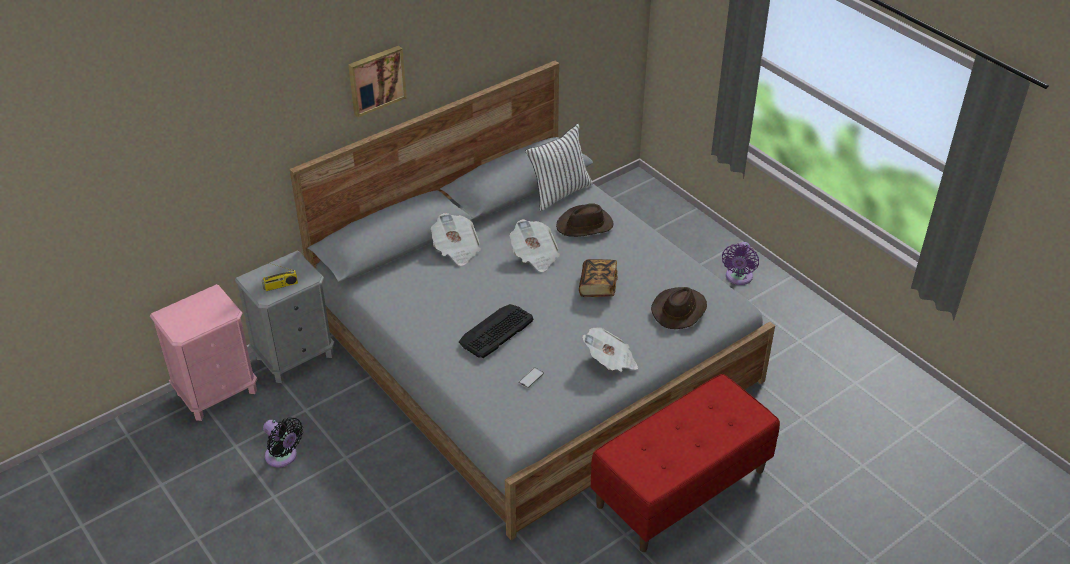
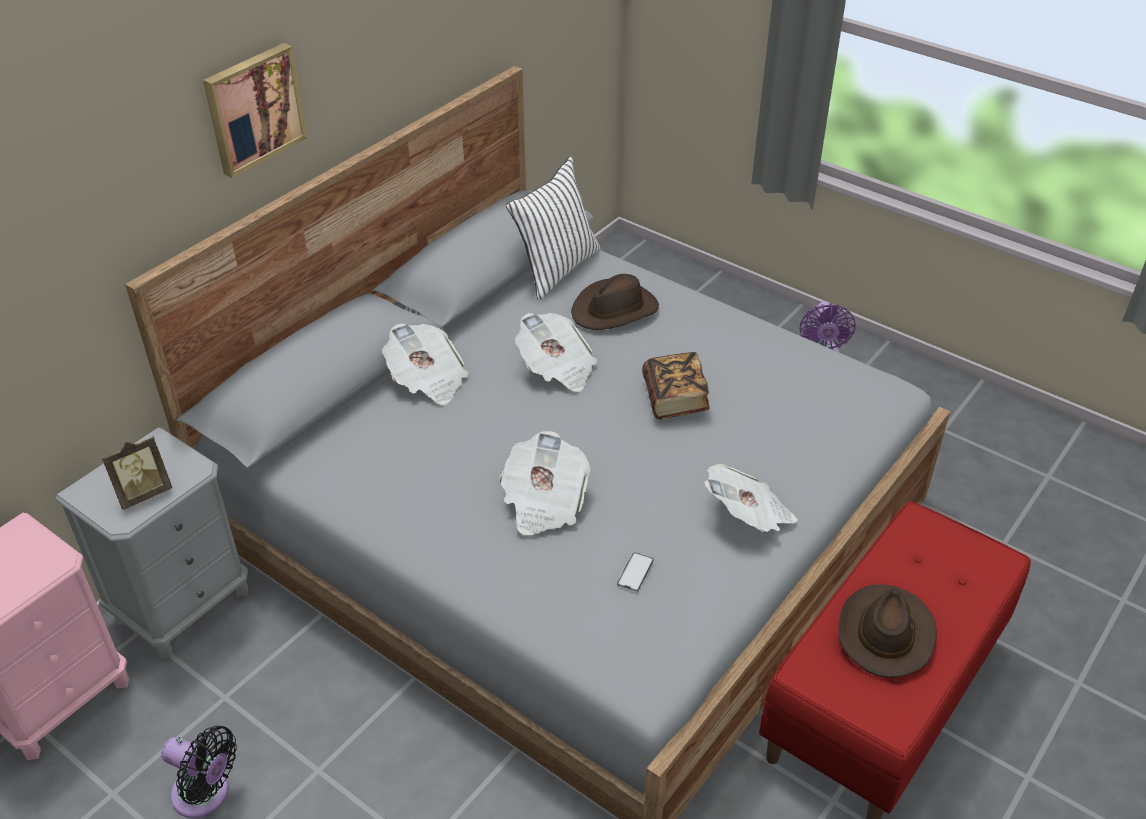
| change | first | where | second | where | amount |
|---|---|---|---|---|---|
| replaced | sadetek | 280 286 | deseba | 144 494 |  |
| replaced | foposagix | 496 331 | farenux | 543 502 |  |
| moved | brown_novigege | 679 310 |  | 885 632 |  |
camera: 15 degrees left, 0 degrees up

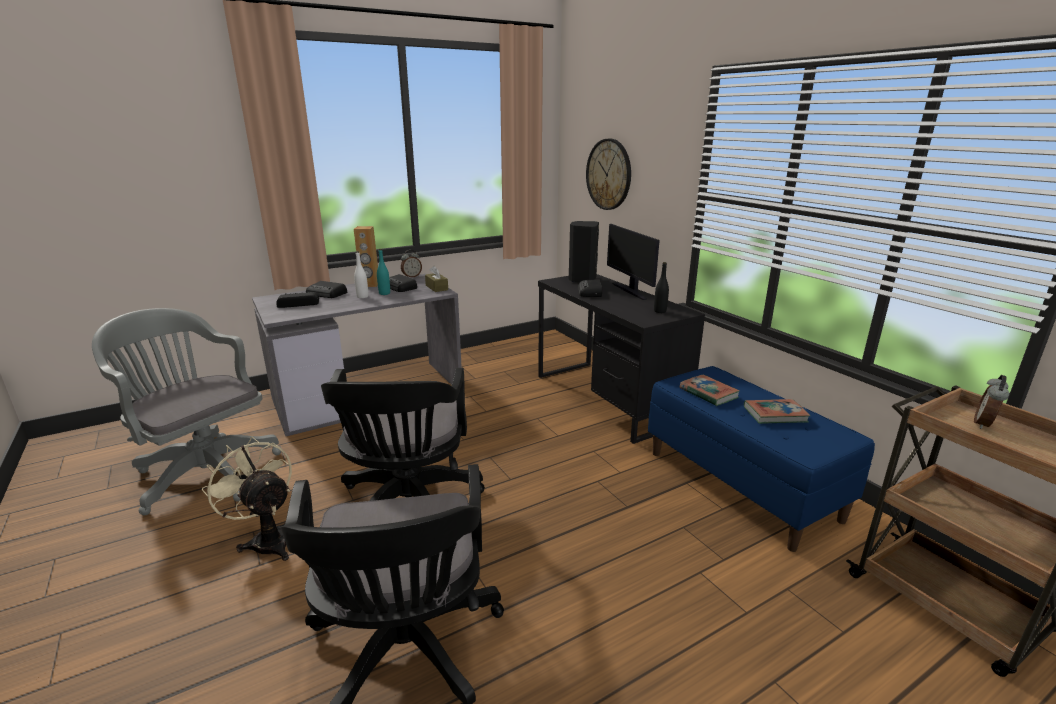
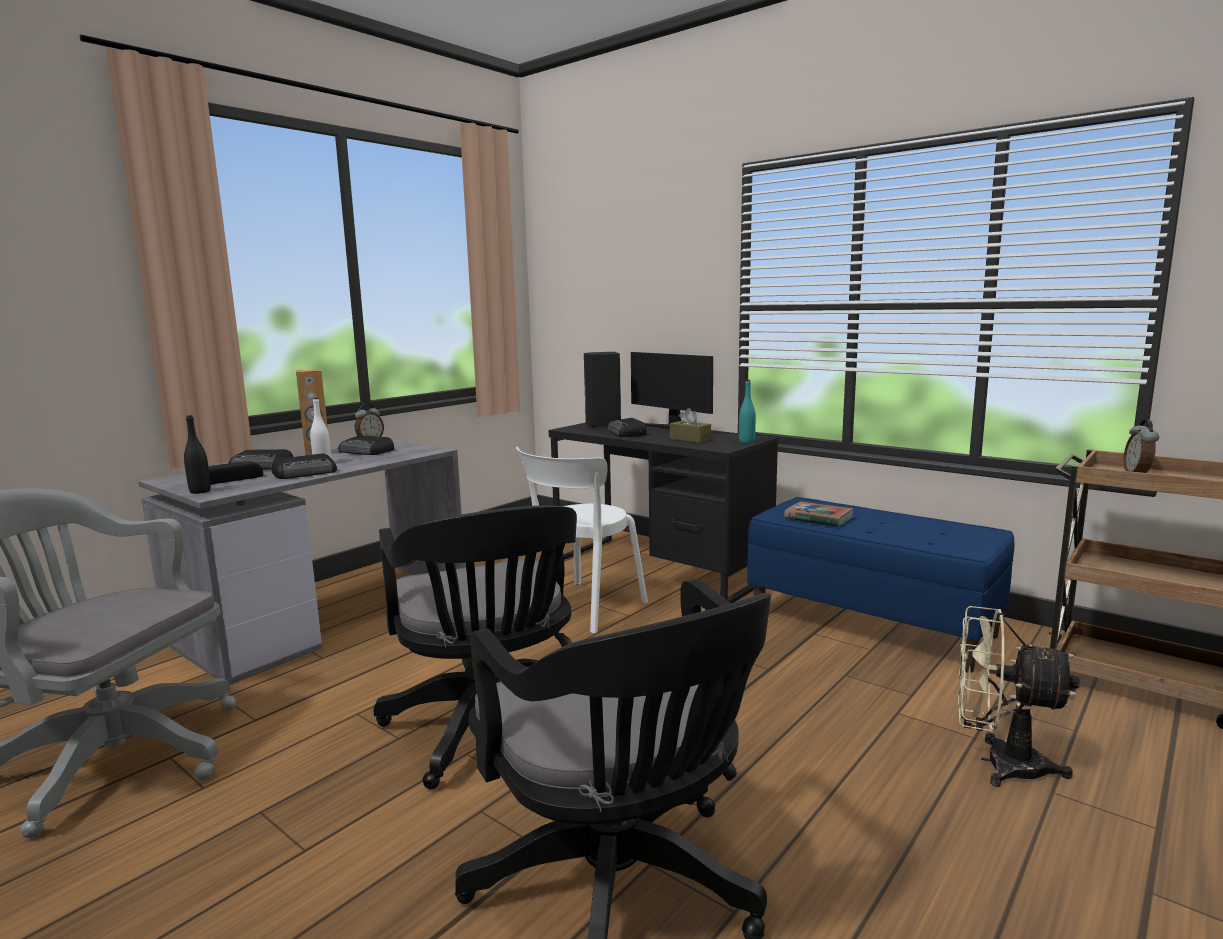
| change | first | where | second | where | amount |
|---|---|---|---|---|---|
| moved | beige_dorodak | 267 539 |  | 998 763 |  |
| moved | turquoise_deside | 384 293 |  | 746 442 |  |
| moved | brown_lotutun | 436 287 |  | 690 439 |  |
| removed | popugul | 609 174 |  |  |  |
| moved | black_deside | 660 311 |  | 200 491 |  |
| removed | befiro | 775 414 |  |  |  |
| added |  |  | sadetek | 306 473 |  |
| added |  |  | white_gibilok | 580 608 |  |
camera: 20 degrees left, 10 degrees down

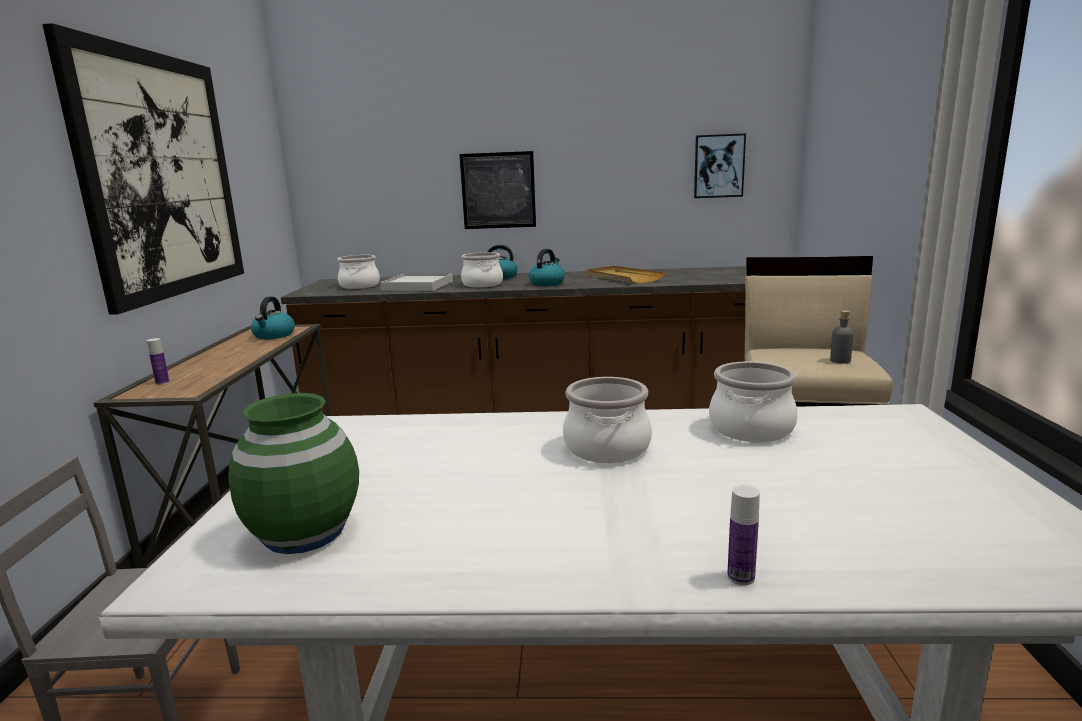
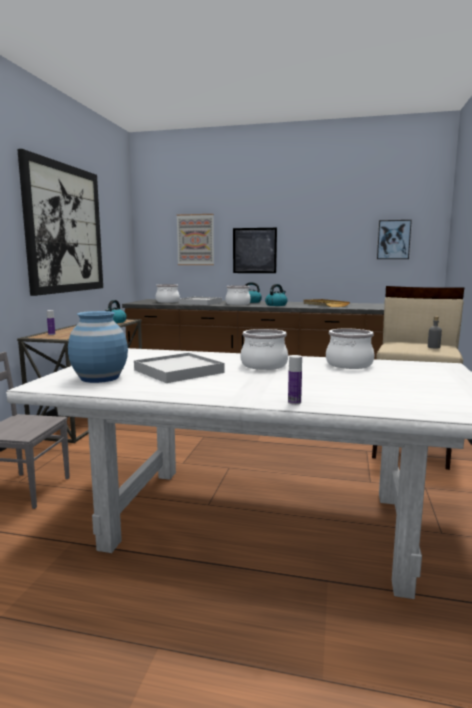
| change | first | where | second | where | amount |
|---|---|---|---|---|---|
| recoloured | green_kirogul | 304 533 | blue_kirogul | 99 378 |  |
| added |  |  | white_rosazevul | 178 371 |  |
| added |  |  | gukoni | 195 240 |  |
camera: 10 degrees right, 5 degrees down

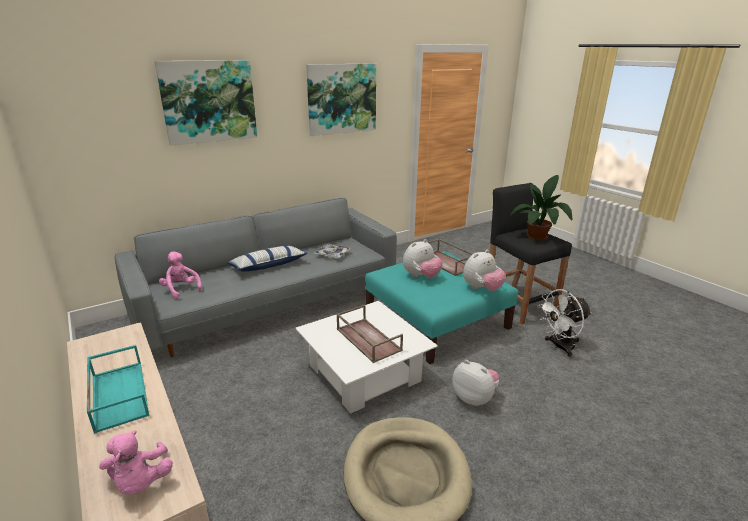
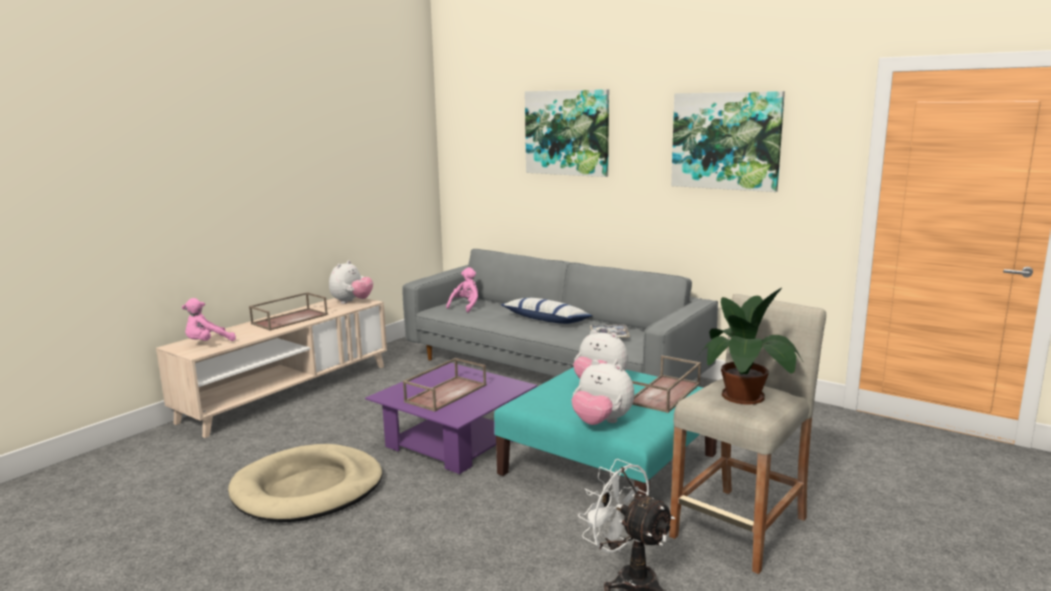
| change | first | where | second | where | amount |
|---|---|---|---|---|---|
| recoloured | turquoise_rosazevul | 118 395 | brown_rosazevul | 290 319 |  |
| recoloured | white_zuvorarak | 364 374 | purple_zuvorarak | 454 441 |  |
| moved | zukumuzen | 474 398 |  | 351 302 |  |
| recoloured | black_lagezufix | 517 303 | beige_lagezufix | 740 528 |  |
camera: 70 degrees right, 10 degrees down

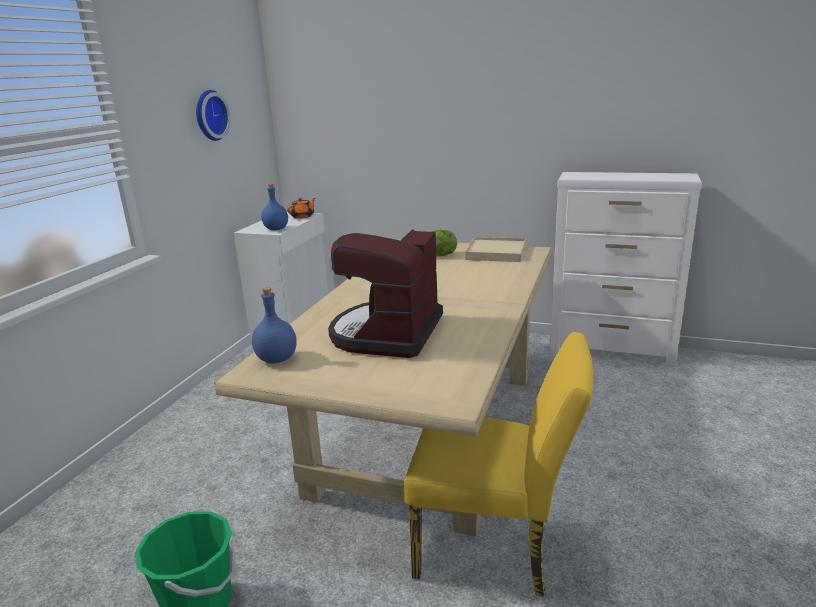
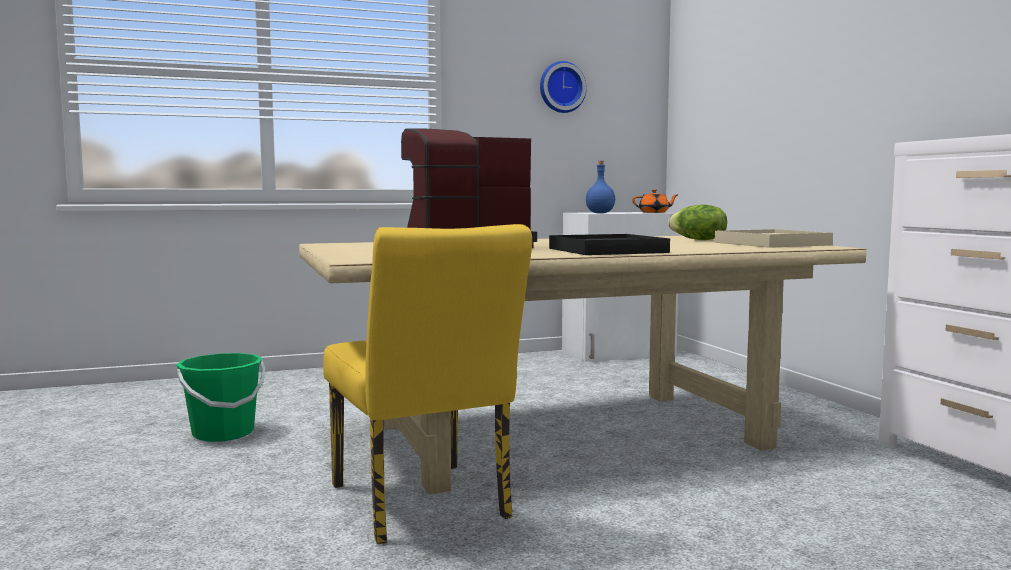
| change | first | where | second | where | amount |
|---|---|---|---|---|---|
| removed | blue_deside | 277 359 |  |  |  |
| added |  |  | black_rosazevul | 606 250 |  |
camera: 50 degrees right, 15 degrees down

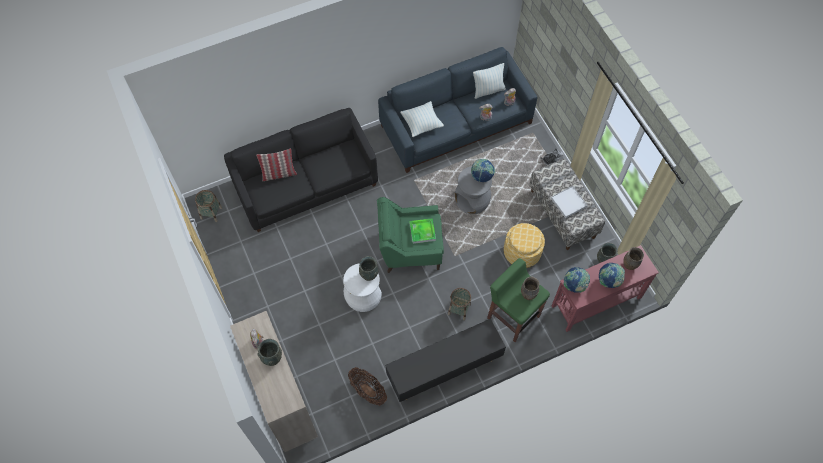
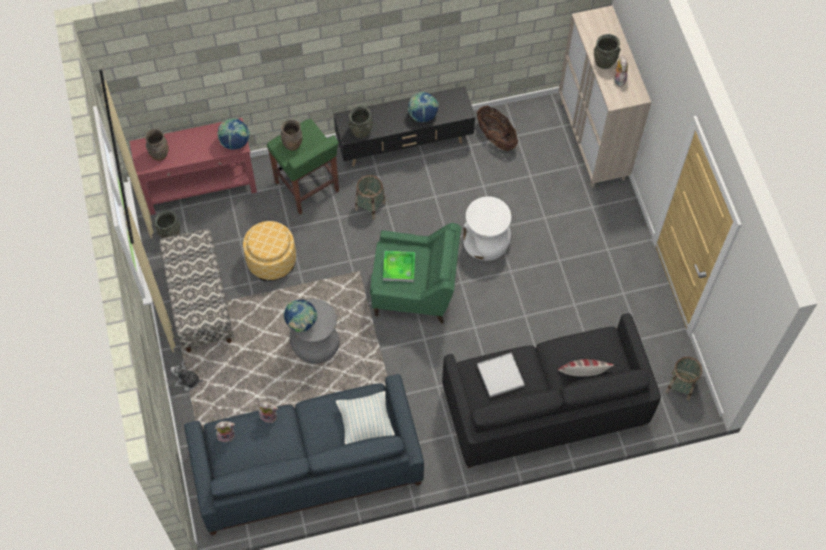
| change | first | where | second | where | amount |
|---|---|---|---|---|---|
| moved | grey_kirogul | 369 275 |  | 361 131 |  |
| removed | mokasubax | 488 90 |  |  |  |
| moved | white_rosazevul | 568 203 |  | 500 375 |  |
| moved | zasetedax | 608 281 |  | 422 116 |  |
camera: 170 degrees left, 0 degrees up

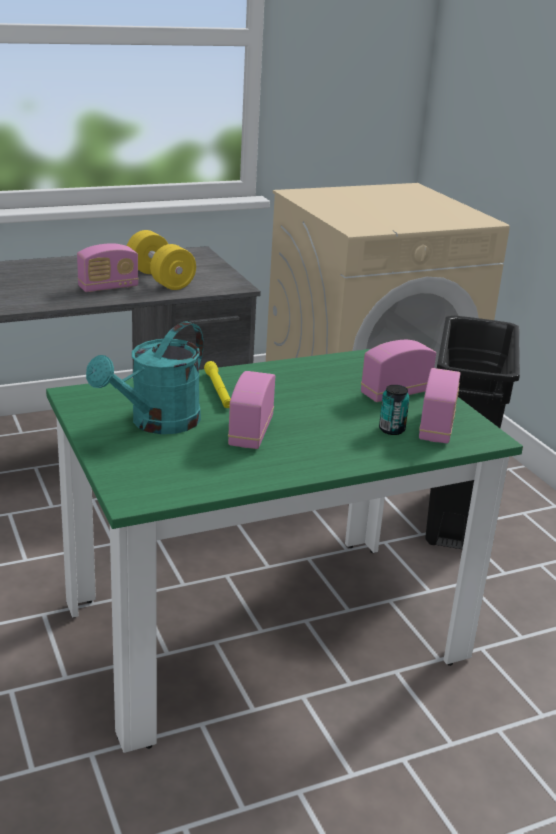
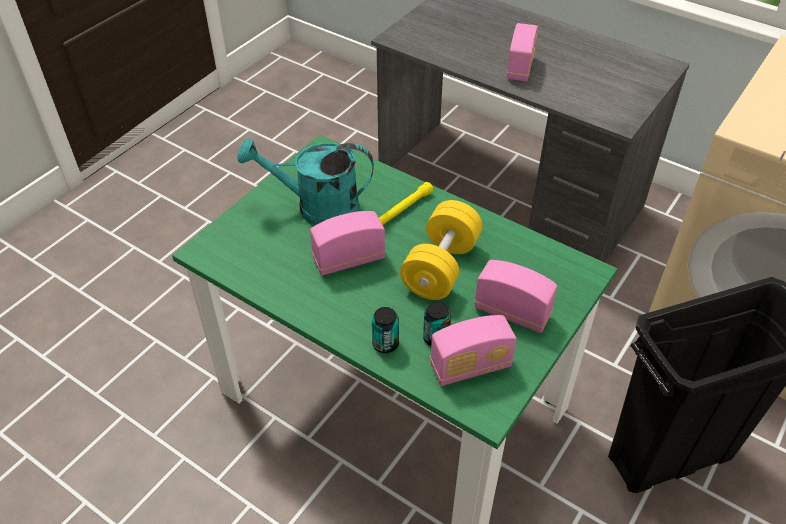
| change | first | where | second | where | amount |
|---|---|---|---|---|---|
| turned | sadetek | 108 288 |  | 520 68 | 105 degrees counterclockwise |
| moved | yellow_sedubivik | 160 279 |  | 441 267 |  |
| added |  |  | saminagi | 385 344 |  |
camera: 60 degrees right, 20 degrees up

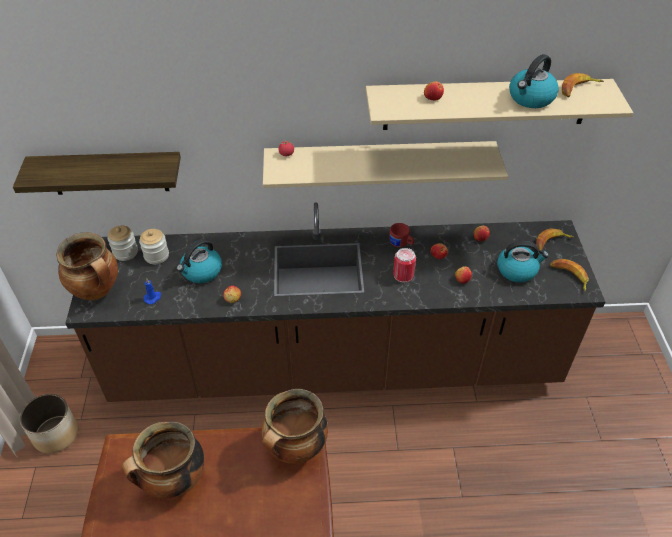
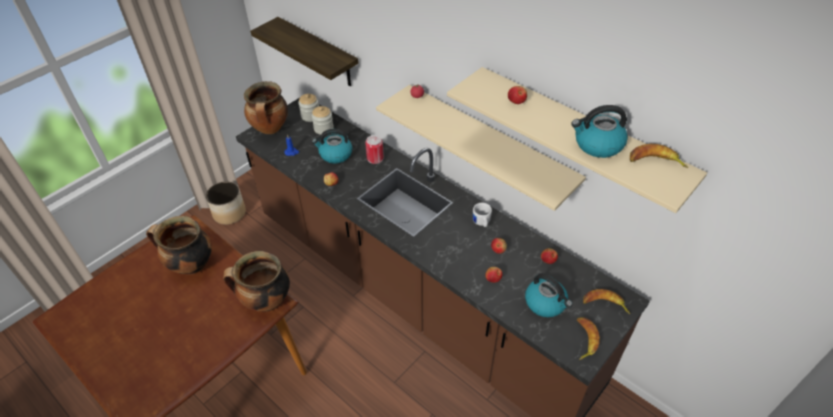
| change | first | where | second | where | amount |
|---|---|---|---|---|---|
| recoloured | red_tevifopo | 401 244 | white_tevifopo | 481 223 |  |
| moved | saminagi | 403 275 |  | 375 158 |  |
camera: 45 degrees right, 0 degrees up

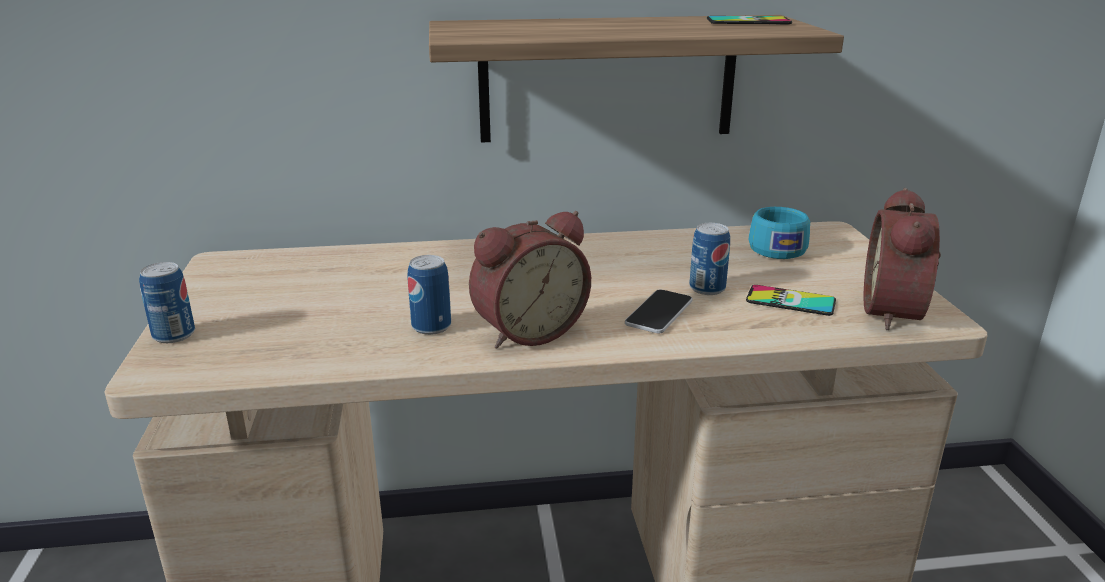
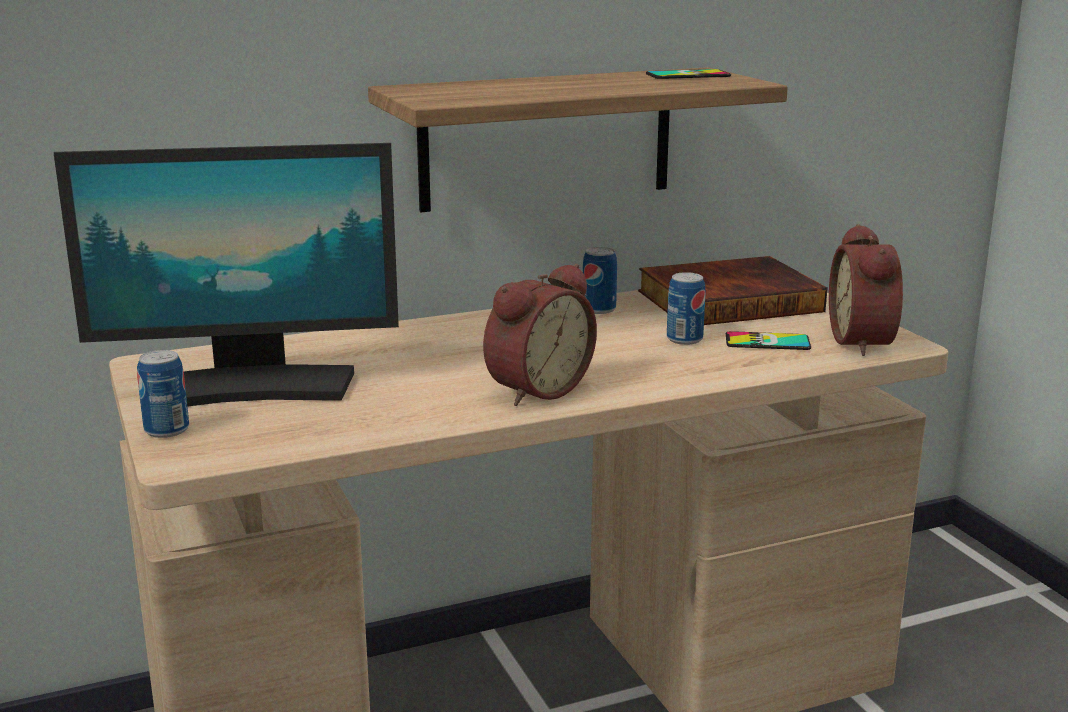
| change | first | where | second | where | amount |
|---|---|---|---|---|---|
| moved | saminagi | 431 326 |  | 599 309 |  |
| removed | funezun | 659 313 |  |  |  |
| replaced | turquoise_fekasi | 775 247 | befiro | 729 300 |  |
| added |  |  | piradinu | 248 388 |  |
camera: 15 degrees left, 5 degrees down

